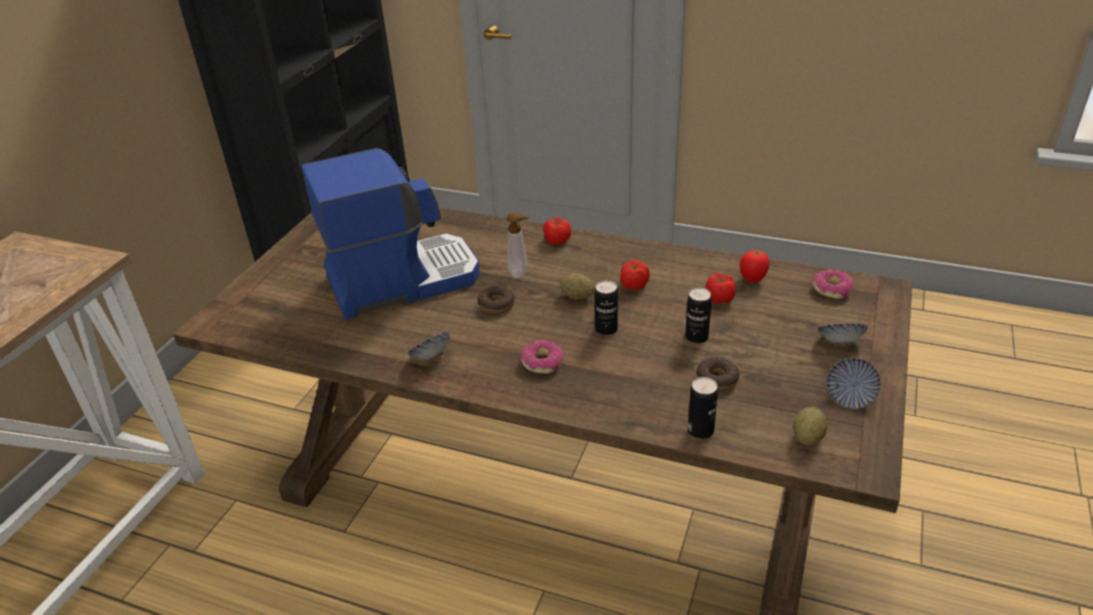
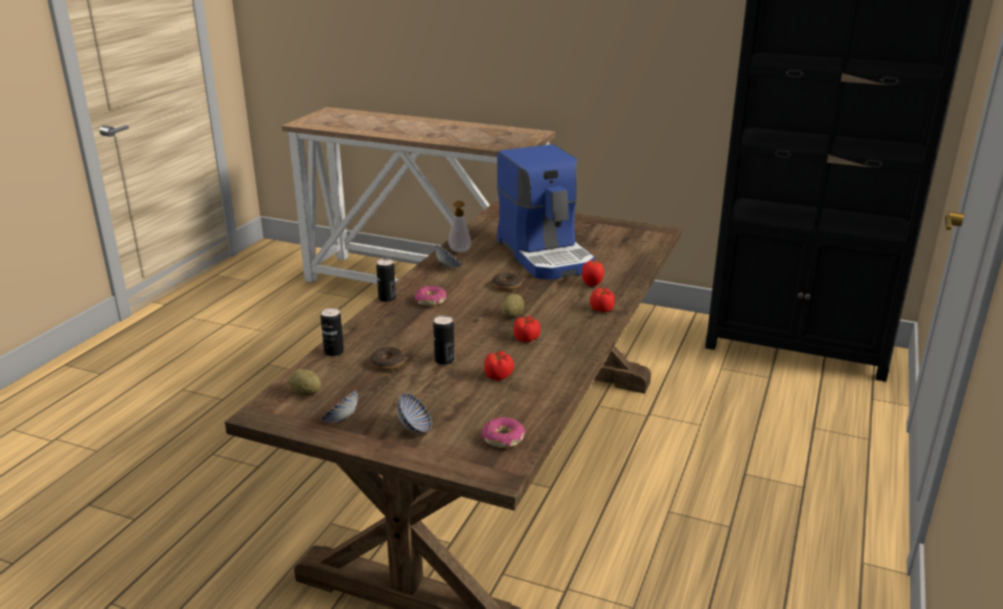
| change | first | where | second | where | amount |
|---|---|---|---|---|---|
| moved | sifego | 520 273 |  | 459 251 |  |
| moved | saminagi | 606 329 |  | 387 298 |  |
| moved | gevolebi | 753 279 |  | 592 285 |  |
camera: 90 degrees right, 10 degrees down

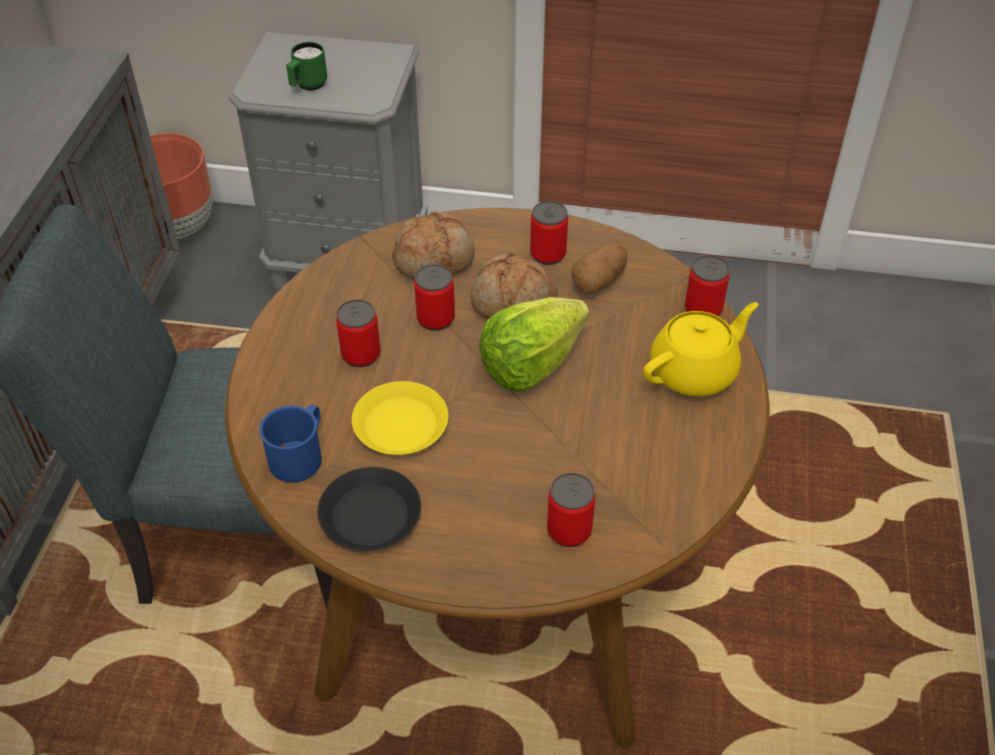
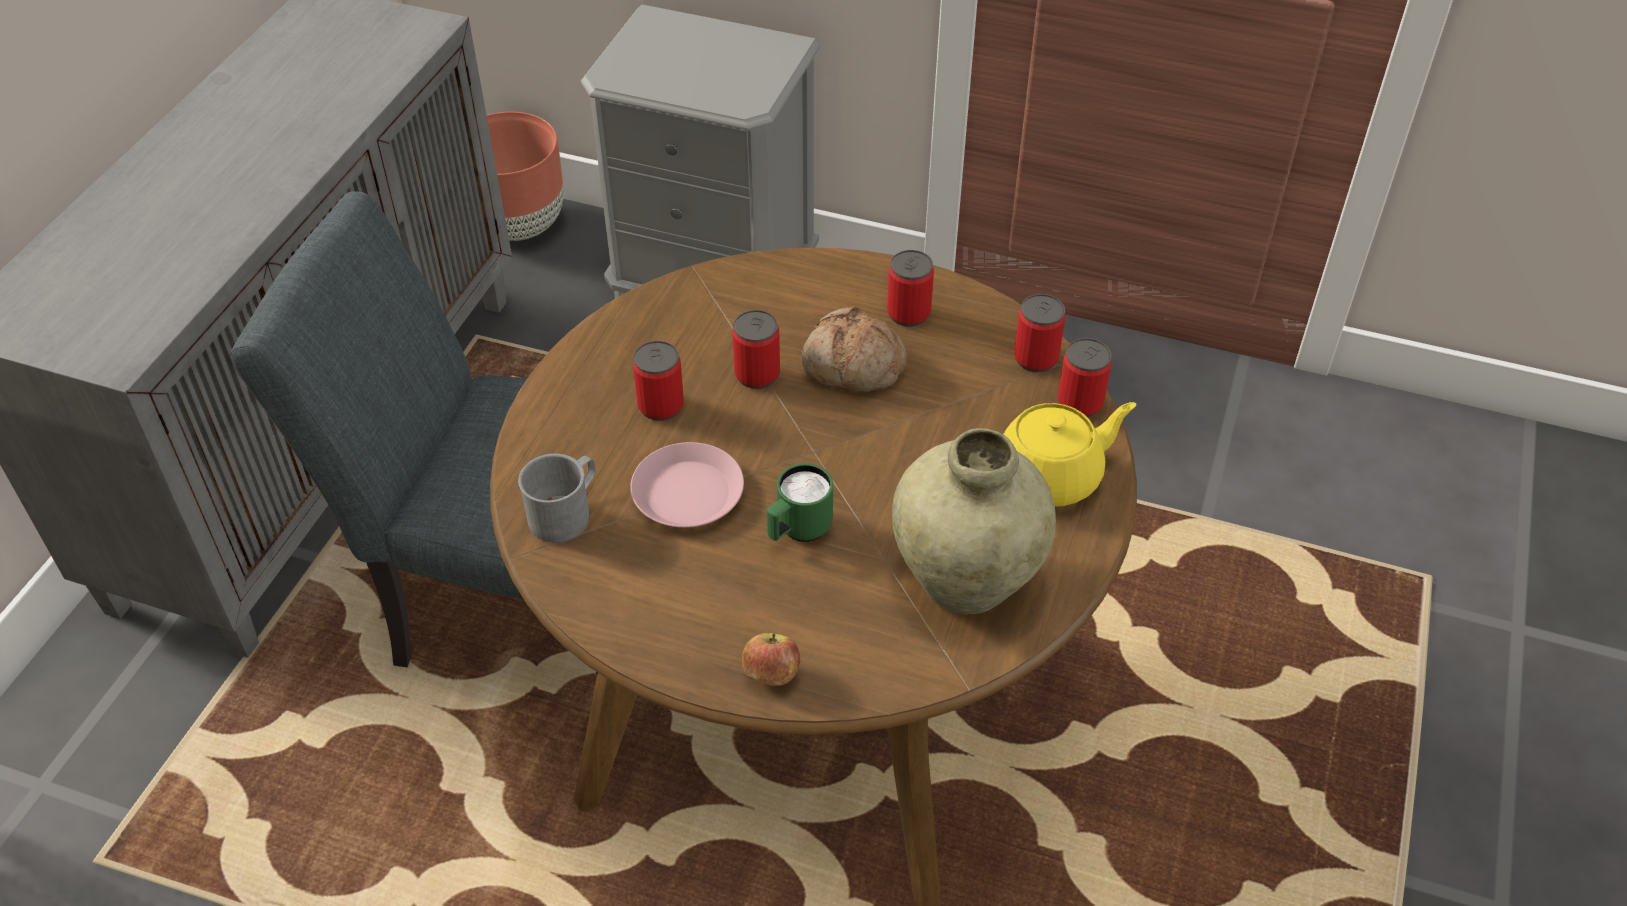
| change | first | where | second | where | amount |
|---|---|---|---|---|---|
| recoloured | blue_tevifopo | 300 455 | grey_tevifopo | 566 512 |  |
| moved | green_tevifopo | 307 86 |  | 798 531 |  |
| removed | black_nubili | 370 516 |  |  |  |
| recoloured | yellow_nubili | 400 425 | pink_nubili | 687 494 |  |
| removed | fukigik | 434 258 |  |  |  |
| removed | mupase | 530 364 |  |  |  |
| moved | saminagi | 569 530 |  | 1035 358 |  |
| removed | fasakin | 599 282 |  |  |  |
| added |  |  | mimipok | 771 675 |  |
| added |  |  | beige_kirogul | 965 582 |  |
camera: 10 degrees right, 0 degrees up

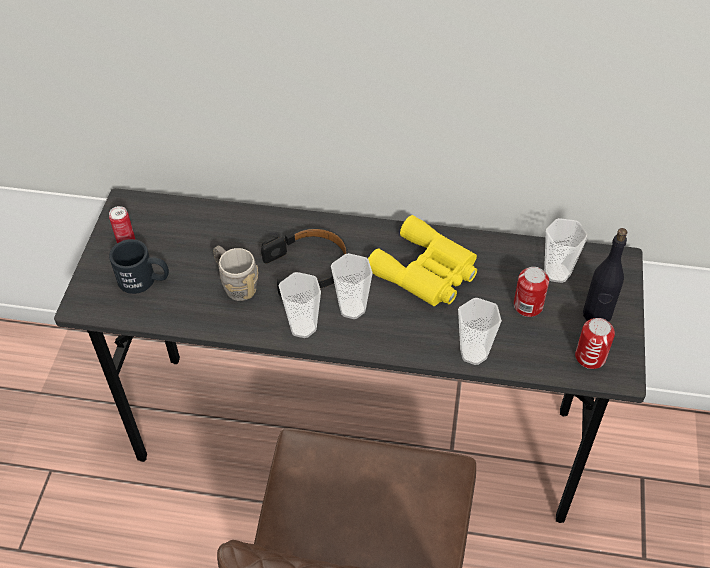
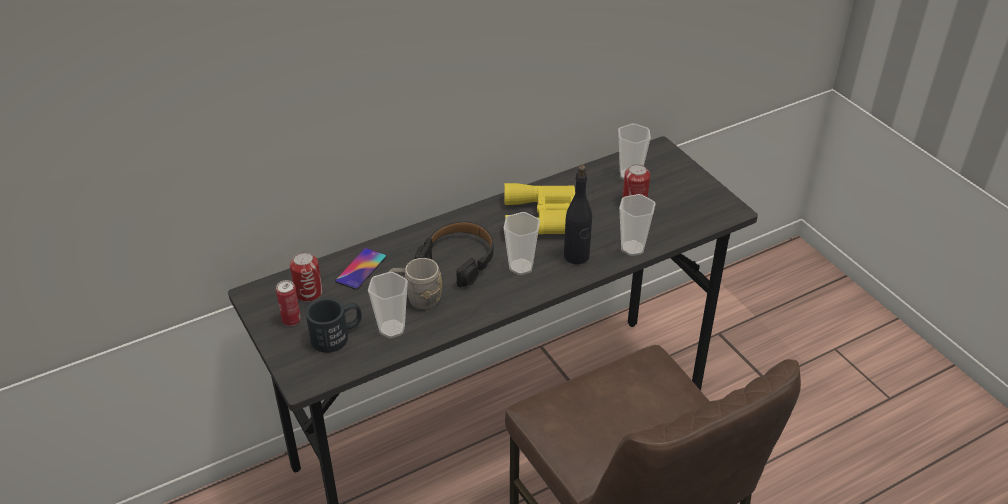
| change | first | where | second | where | amount |
|---|---|---|---|---|---|
| moved | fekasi | 303 327 |  | 392 329 |  |
| moved | saminagi | 590 357 |  | 308 293 |  |
| moved | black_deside | 597 314 |  | 576 256 |  |
| added |  |  | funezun | 361 269 |  |
camera: 40 degrees left, 10 degrees down

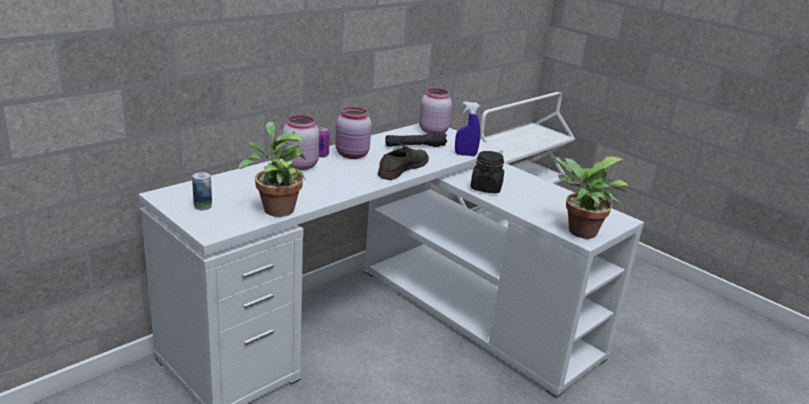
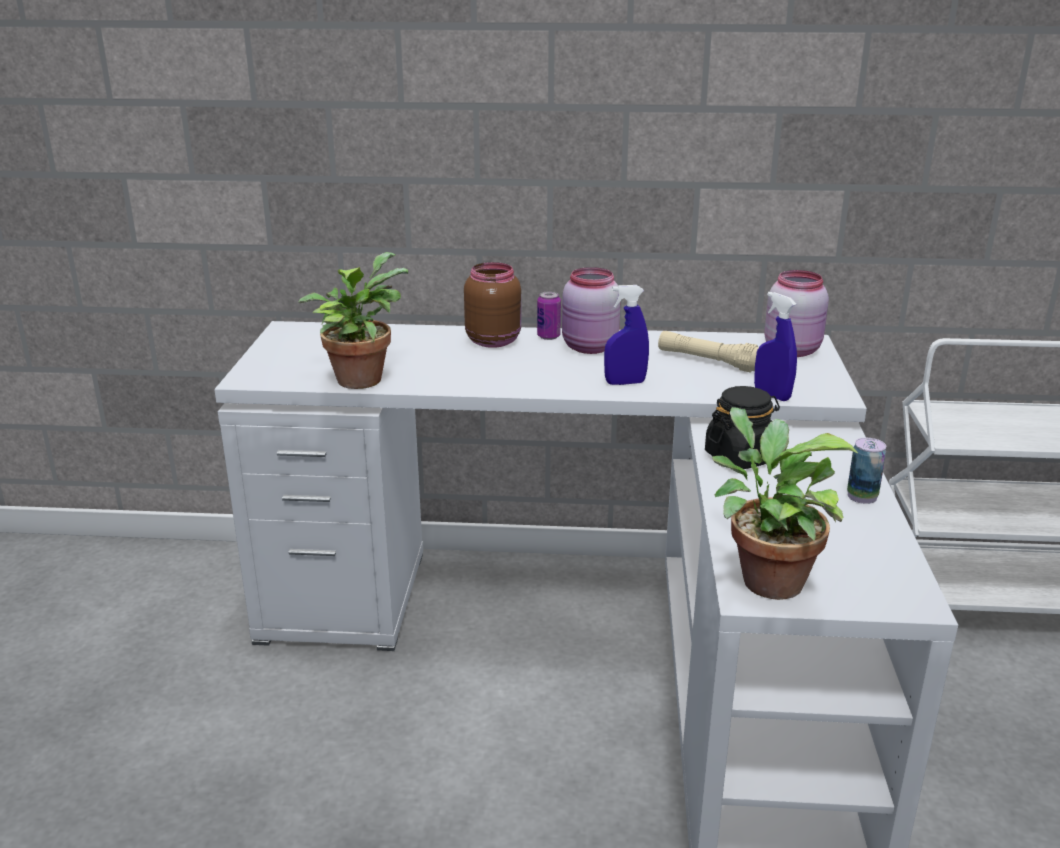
| change | first | where | second | where | amount |
|---|---|---|---|---|---|
| moved | saminagi | 203 206 |  | 862 496 |  |
| recoloured | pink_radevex | 299 165 | brown_radevex | 494 340 |  |
| replaced | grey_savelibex | 402 168 | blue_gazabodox | 625 383 |  |
| recoloured | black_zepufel | 415 146 | beige_zepufel | 711 362 |  |
camera: 50 degrees right, 0 degrees up

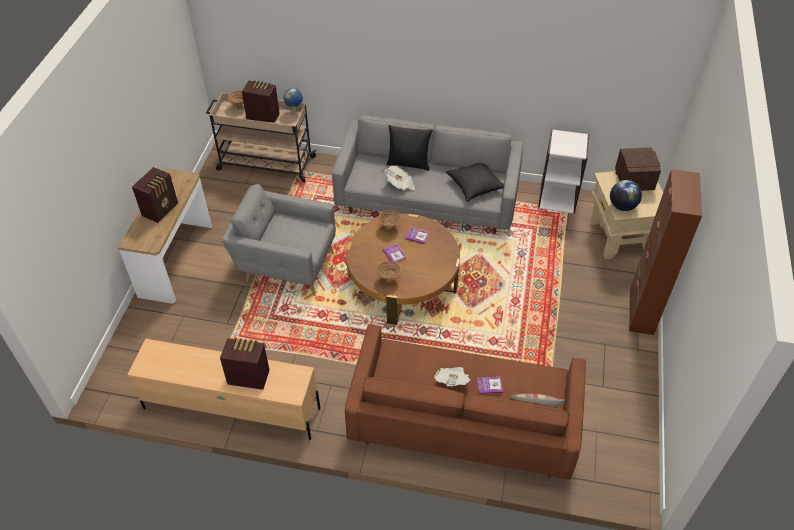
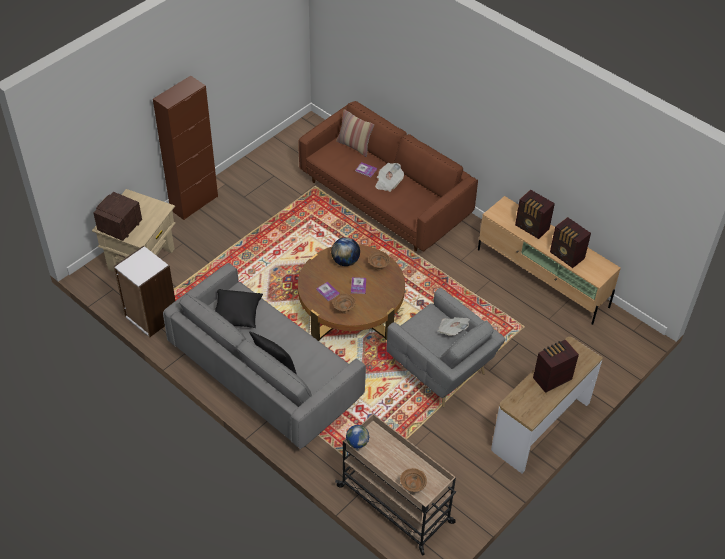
| change | first | where | second | where | amount |
|---|---|---|---|---|---|
| moved | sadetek | 262 117 |  | 567 256 |  |
| moved | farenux | 400 184 |  | 452 330 |  |
| moved | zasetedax | 622 206 |  | 345 261 |  |
camera: 150 degrees left, 0 degrees up

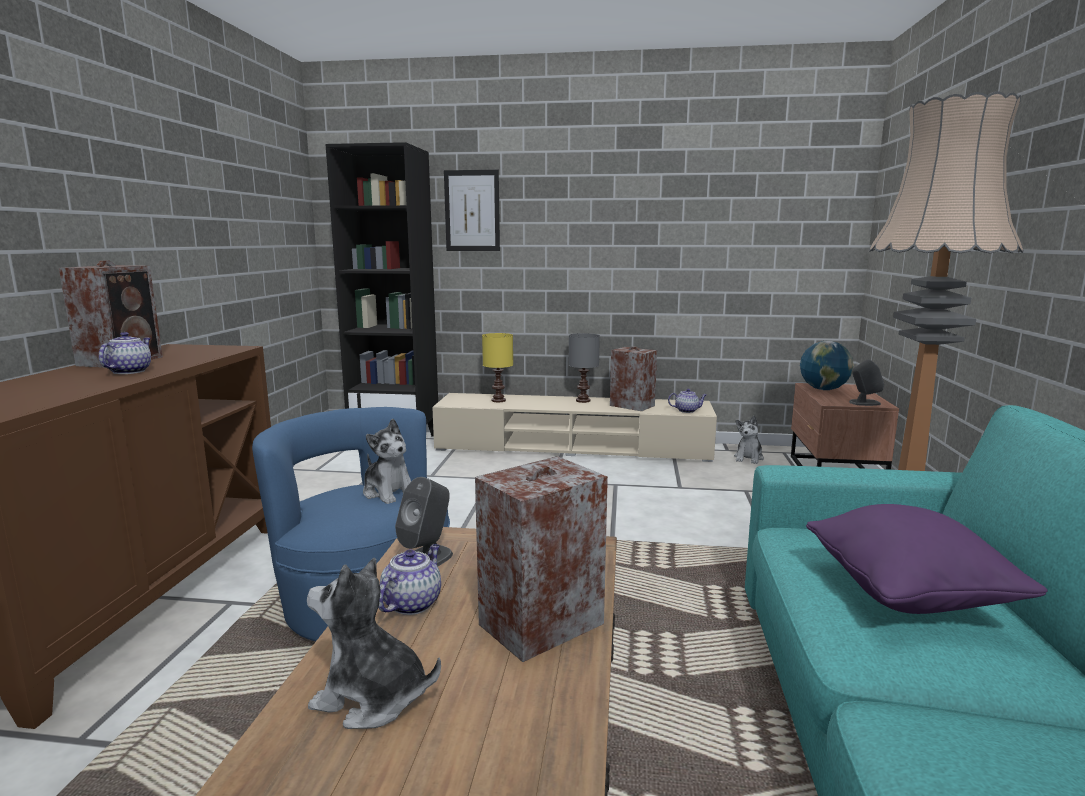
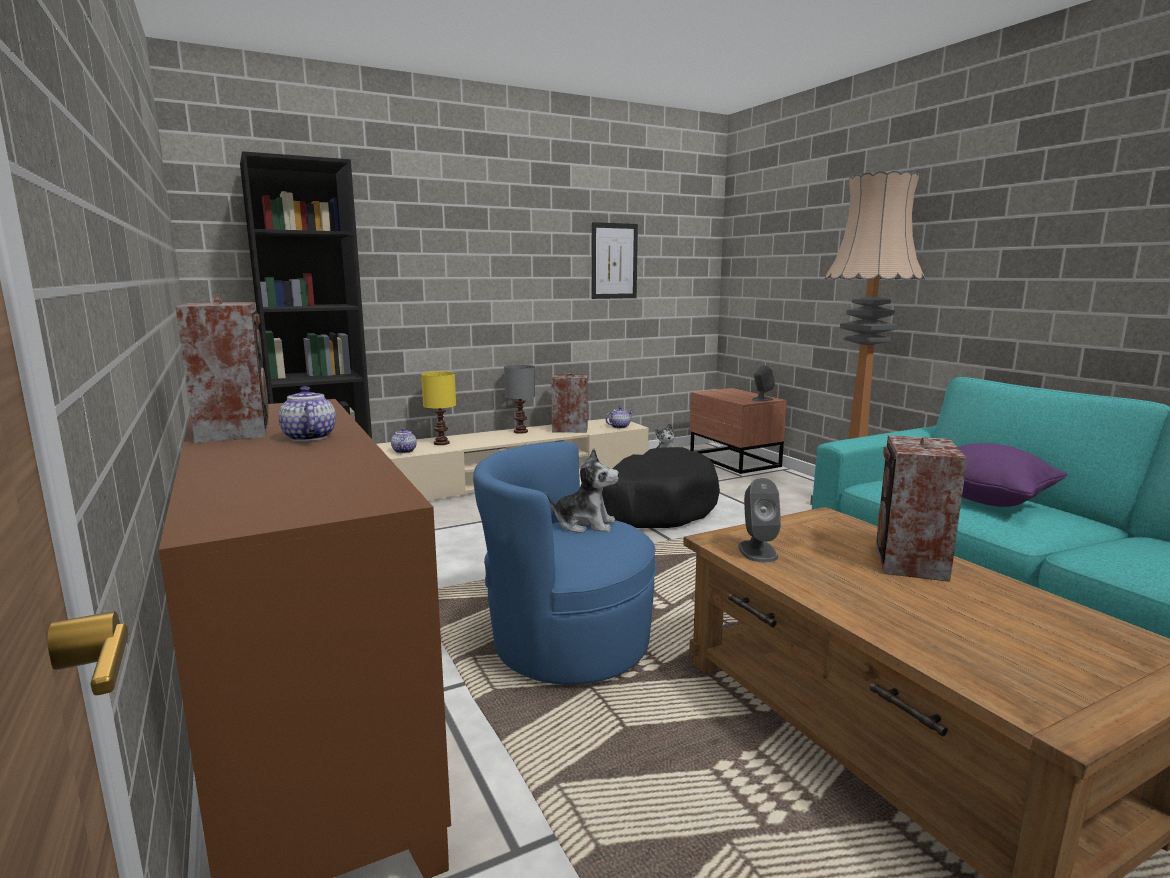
| change | first | where | second | where | amount |
|---|---|---|---|---|---|
| removed | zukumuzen | 371 698 |  |  |  |
| moved | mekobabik | 412 603 |  | 404 451 |  |
| moved | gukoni | 472 211 |  | 614 261 |  |
| removed | zasetedax | 823 389 |  |  |  |
| added |  |  | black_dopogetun | 654 506 |  |
camera: 35 degrees left, 0 degrees up

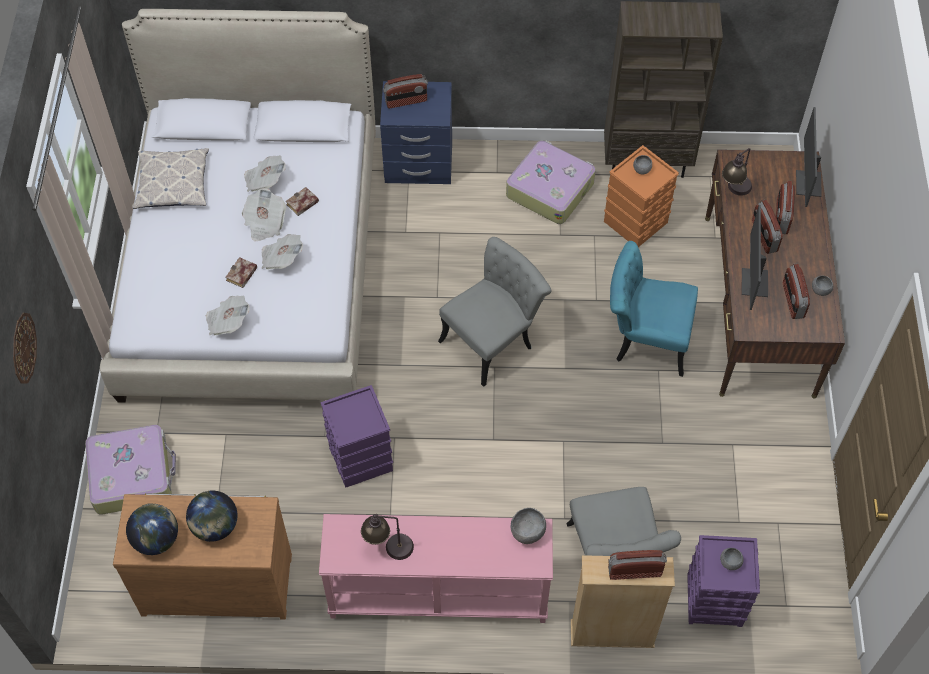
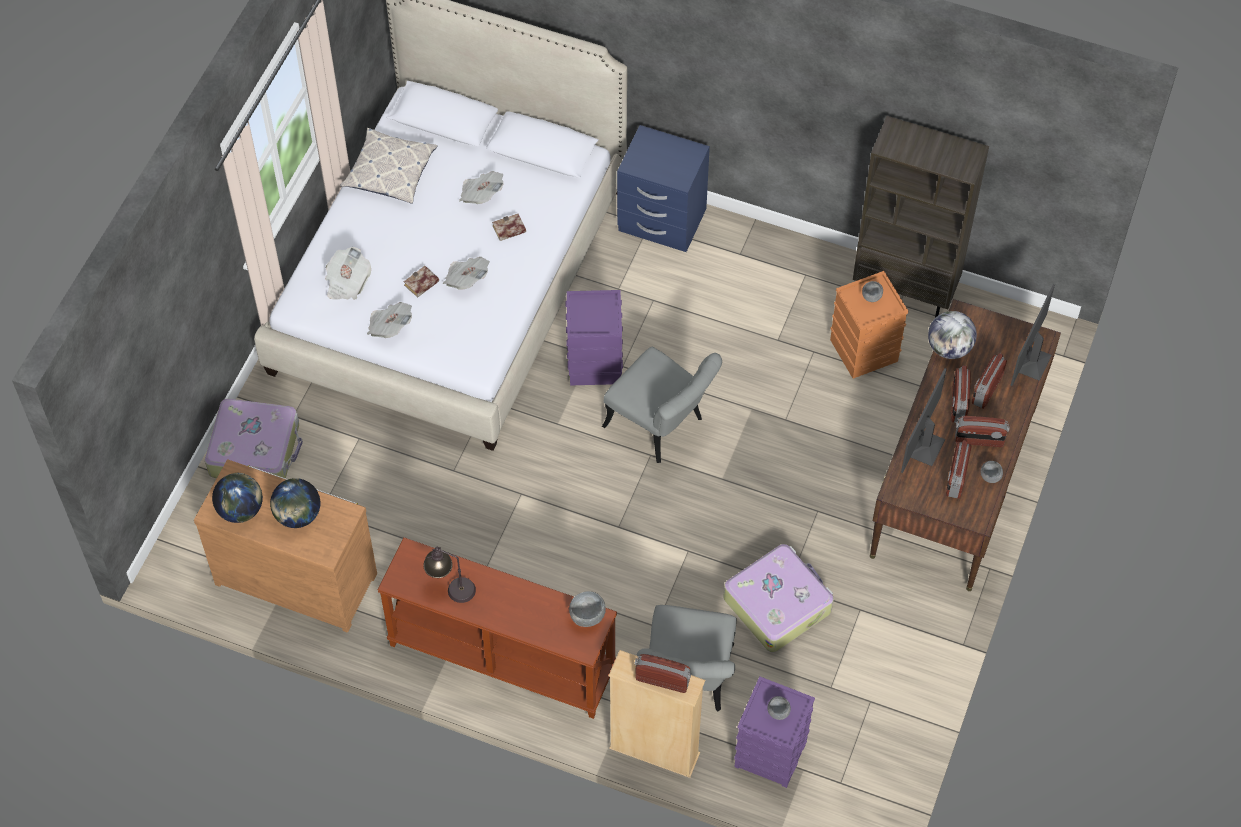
| change | first | where | second | where | amount |
|---|---|---|---|---|---|
| removed | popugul | 23 348 |  |  |  |
| moved | farenux | 264 223 |  | 347 282 |  |
| recoloured | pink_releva | 438 595 | brown_releva | 501 658 |  |
| moved | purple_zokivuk | 360 459 |  | 594 364 |  |
| moved | sadetek | 406 101 |  | 979 440 |  |
| turned | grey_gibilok | 493 339 |  | 661 427 | 60 degrees clockwise |
| moved | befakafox | 550 189 |  | 777 603 |  |
| removed | turquoise_gibilok | 644 339 |  |  |  |
| replaced | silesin | 734 191 | zasetedax | 949 348 |  |
camera: 20 degrees right, 0 degrees up

